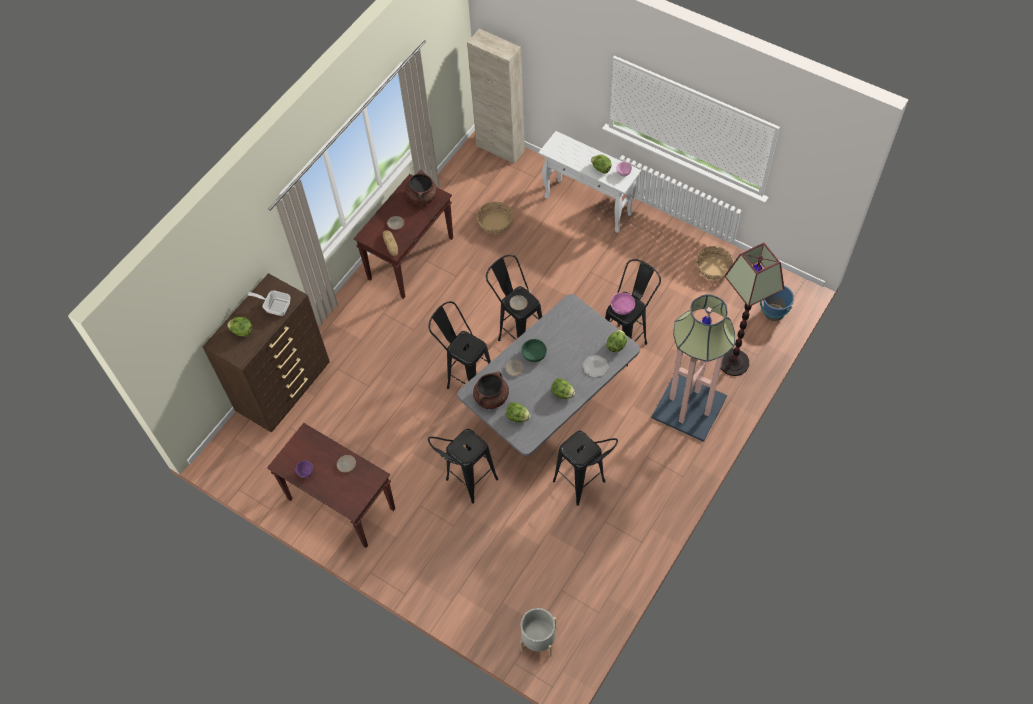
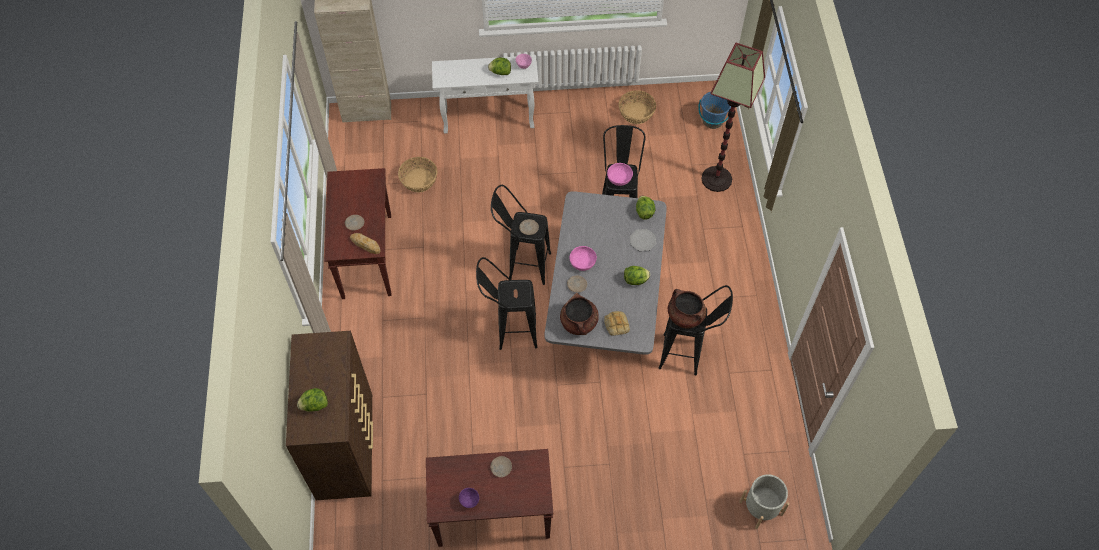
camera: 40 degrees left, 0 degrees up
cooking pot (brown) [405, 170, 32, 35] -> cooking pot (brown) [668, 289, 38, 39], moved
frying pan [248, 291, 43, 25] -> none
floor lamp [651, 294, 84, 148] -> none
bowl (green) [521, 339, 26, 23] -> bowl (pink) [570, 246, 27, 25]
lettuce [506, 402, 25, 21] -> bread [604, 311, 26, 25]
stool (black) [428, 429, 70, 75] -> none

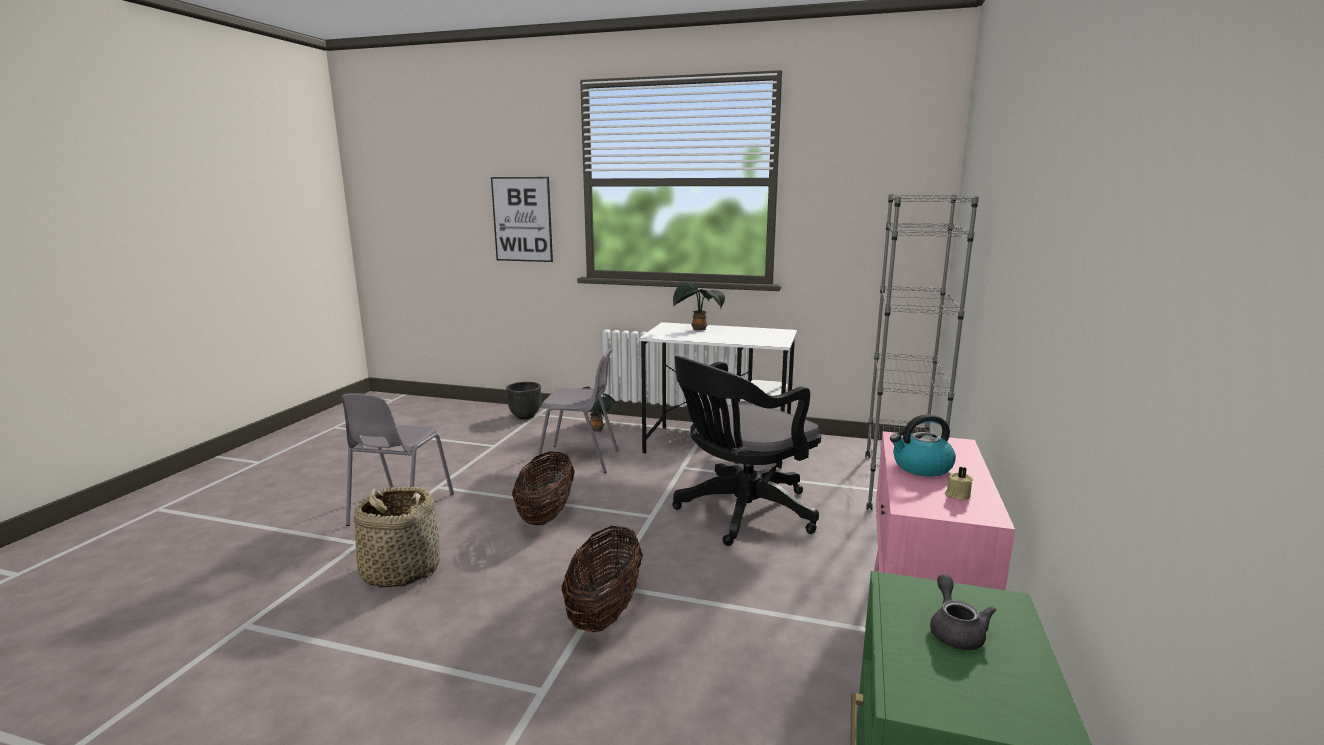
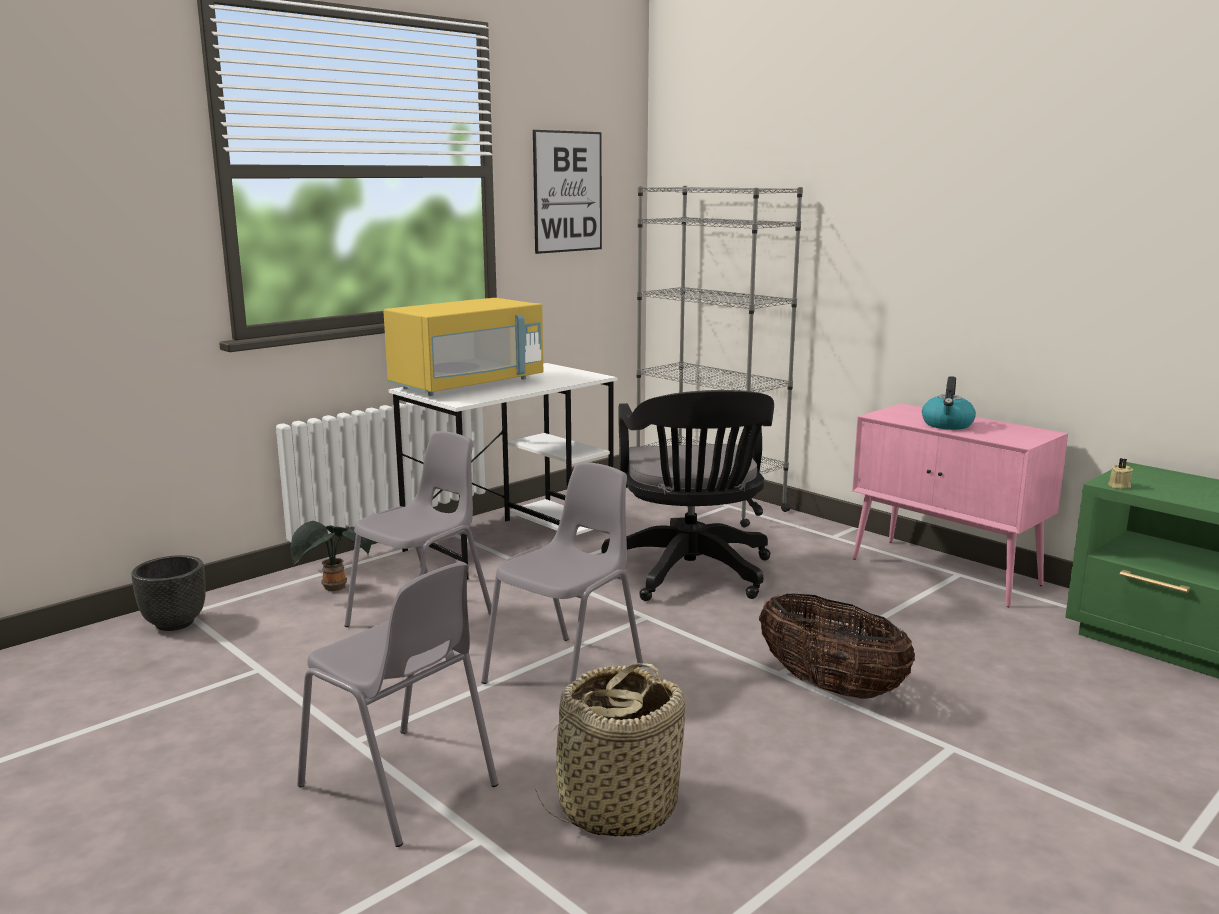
camera: 60 degrees left, 0 degrees up
picture [491, 177, 62, 85] -> picture [533, 130, 69, 124], moved
potted plant [673, 282, 52, 48] -> microwave (yellow) [383, 298, 160, 98]
basket [512, 451, 63, 74] -> chair (grey) [481, 462, 162, 222]
candle (beige) [945, 467, 28, 33] -> candle (beige) [1108, 458, 25, 31], moved
teapot (grey) [930, 574, 66, 76] -> none

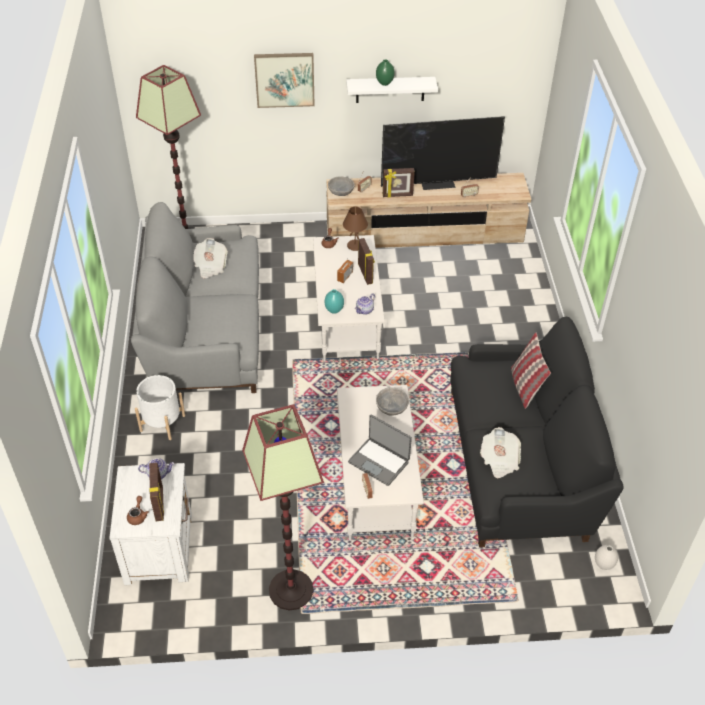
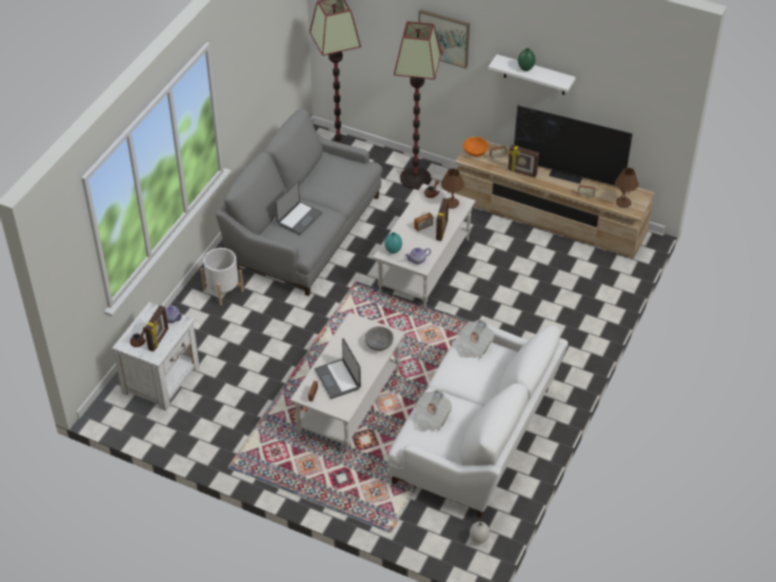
camera: 30 degrees right, 0 degrees up
bowl (grey) [328, 176, 27, 20] -> bowl (orange) [463, 137, 25, 20]
newspaper [194, 238, 34, 40] -> newspaper [458, 320, 36, 38], moved
sofa (black) [450, 317, 174, 230] -> sofa (white) [387, 324, 181, 194]
pillow [511, 333, 40, 76] -> none
floor lamp [242, 404, 82, 206] -> floor lamp [394, 21, 47, 168], moved
none -> table lamp (brown) [615, 168, 24, 40]
none -> laptop [275, 181, 47, 54]

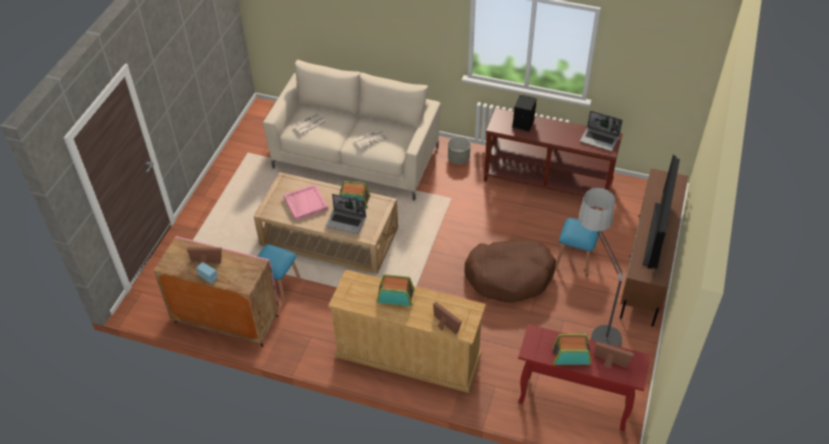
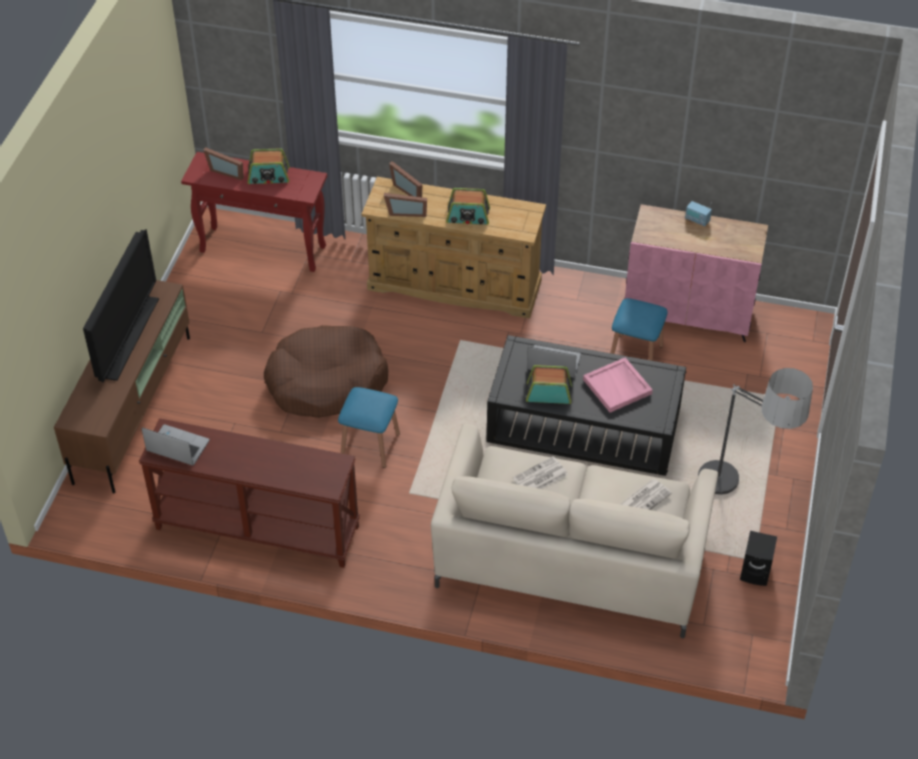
camera: 175 degrees right, 0 degrees up
speaker (black) [513, 95, 24, 37] -> speaker (black) [740, 531, 37, 55], moved
planter (grey) [448, 136, 22, 28] -> none
coffee table (beige) [254, 172, 144, 102] -> coffee table (black) [486, 335, 200, 141]
floor lamp [579, 188, 45, 159] -> floor lamp [698, 368, 115, 127], moved
stool (blue) [555, 218, 45, 58] -> stool (blue) [338, 387, 62, 81], moved
picture frame [187, 247, 35, 17] -> picture frame [384, 193, 43, 24], moved

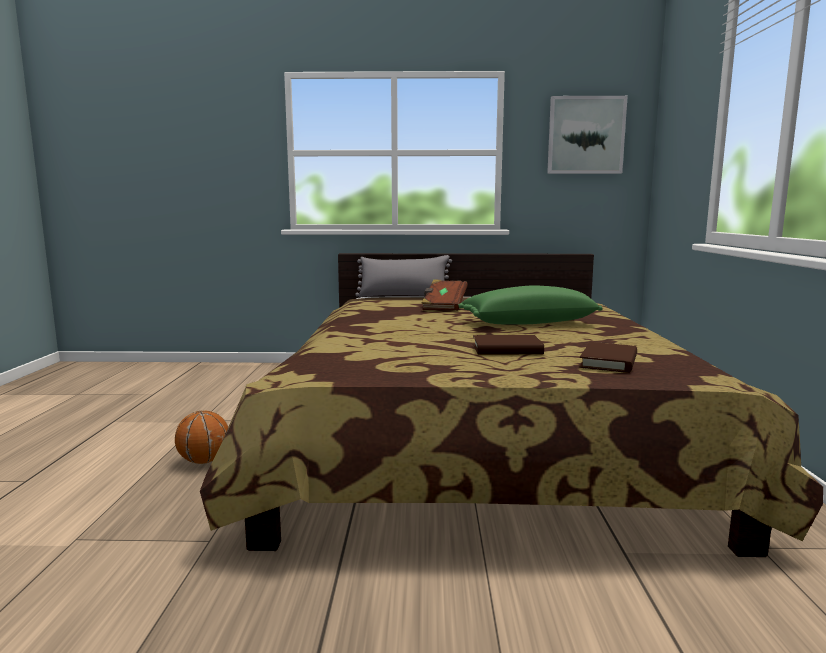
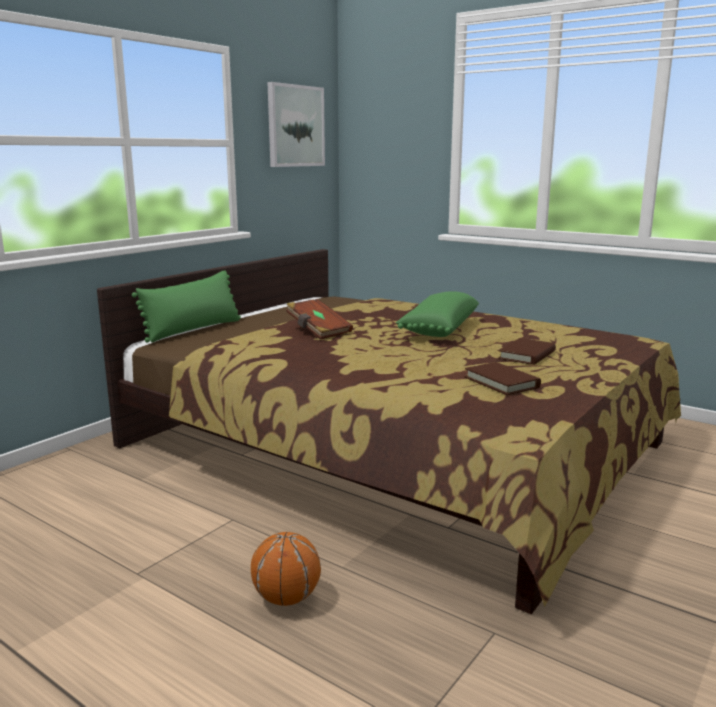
camera: 55 degrees left, 5 degrees up
pillow (grey) [355, 255, 97, 42] -> pillow (green) [132, 270, 109, 73]
book (brown) [579, 342, 58, 31] -> book (brown) [465, 362, 76, 33], moved

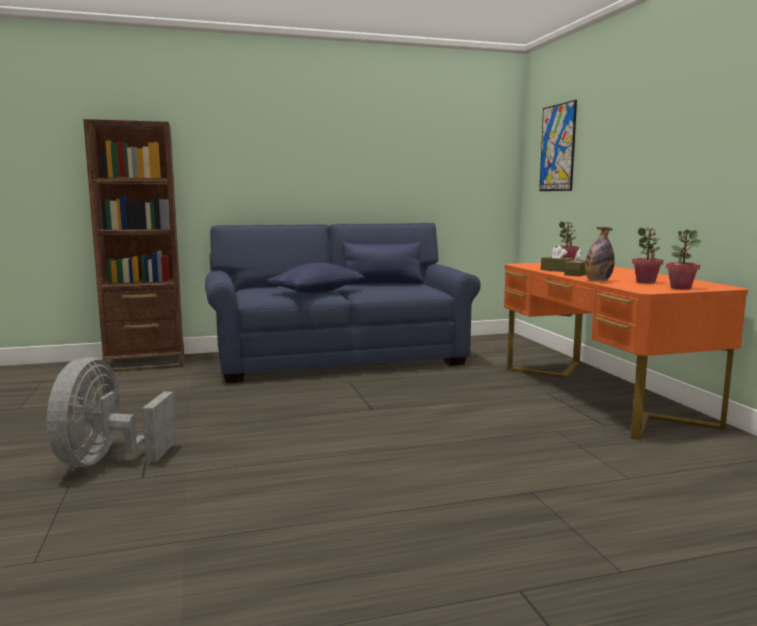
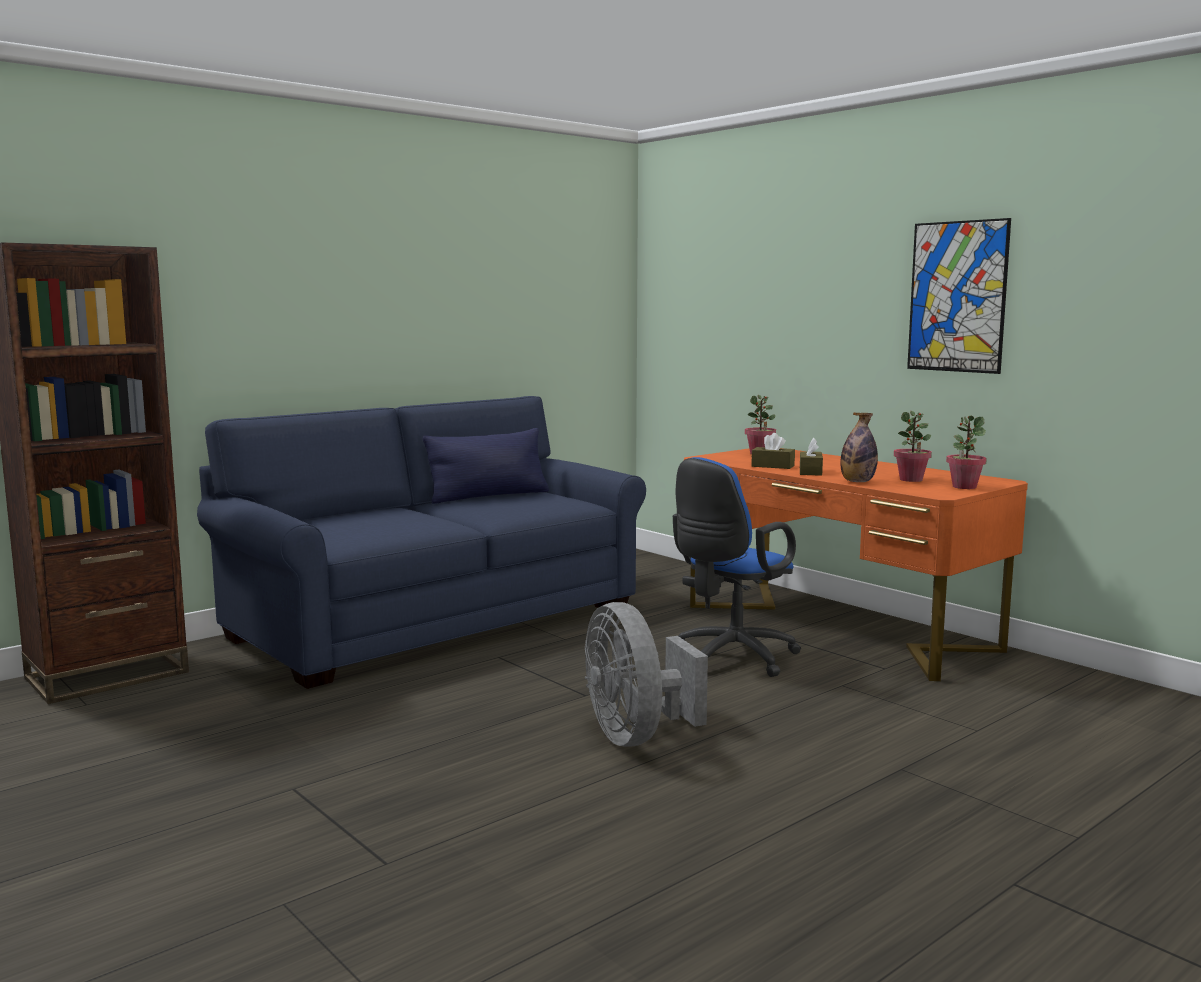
camera: 25 degrees left, 0 degrees up
picture [539, 100, 38, 91] -> picture [907, 218, 104, 156], moved
pillow (blue) [267, 263, 98, 30] -> none
fan (grey) [47, 357, 129, 110] -> fan (grey) [585, 602, 123, 145], moved
none -> office chair (blue) [673, 457, 128, 220]

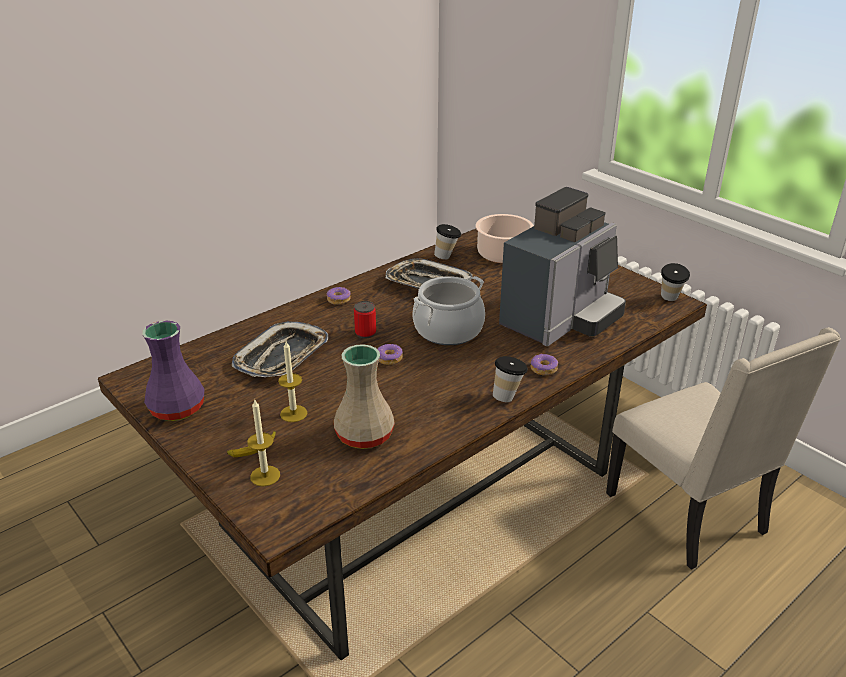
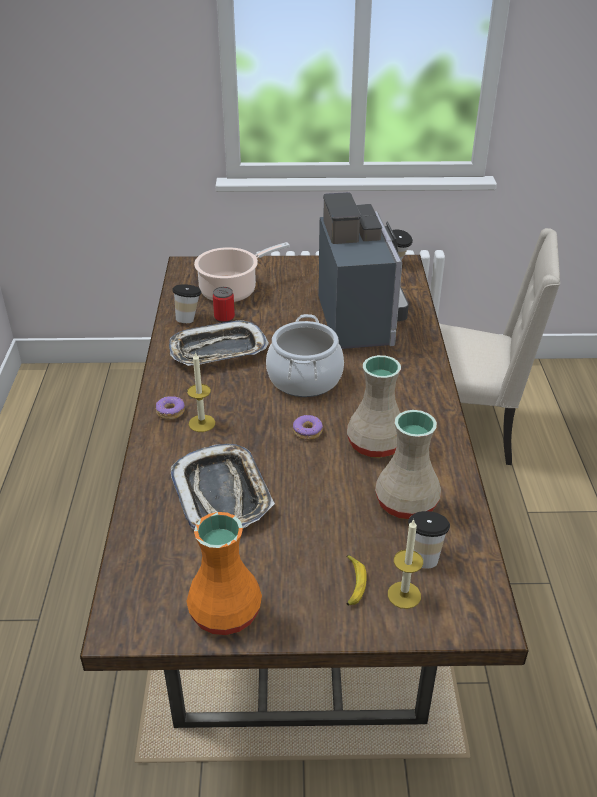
camera: 50 degrees left, 5 degrees up
can [354, 301, 22, 37] -> can [213, 287, 22, 36], moved
vase (purple) [142, 320, 62, 101] -> vase (orange) [186, 512, 76, 123]
candle [278, 341, 29, 81] -> candle [187, 352, 28, 80], moved
donut [531, 354, 27, 22] -> none
cup [493, 356, 35, 46] -> cup [408, 511, 42, 57], moved
none -> vase (beige) [347, 355, 54, 103]

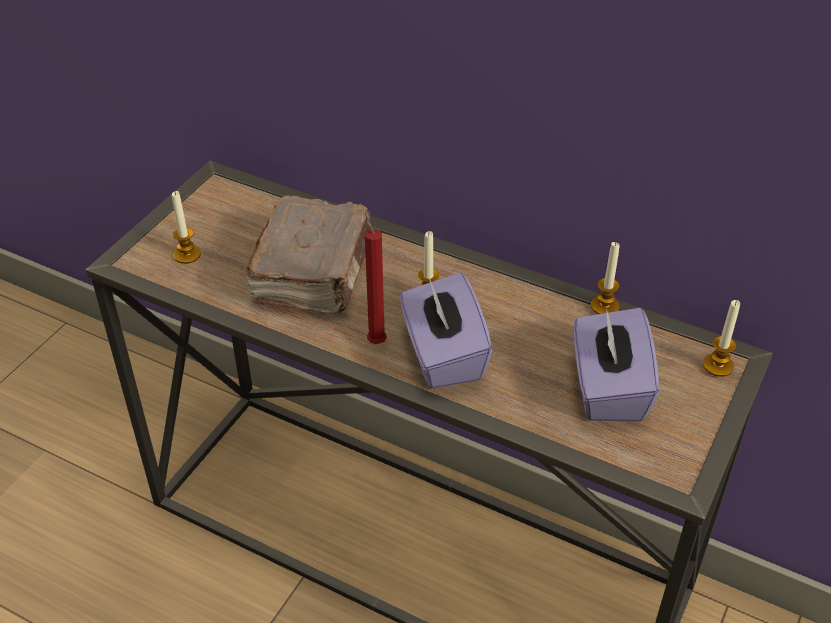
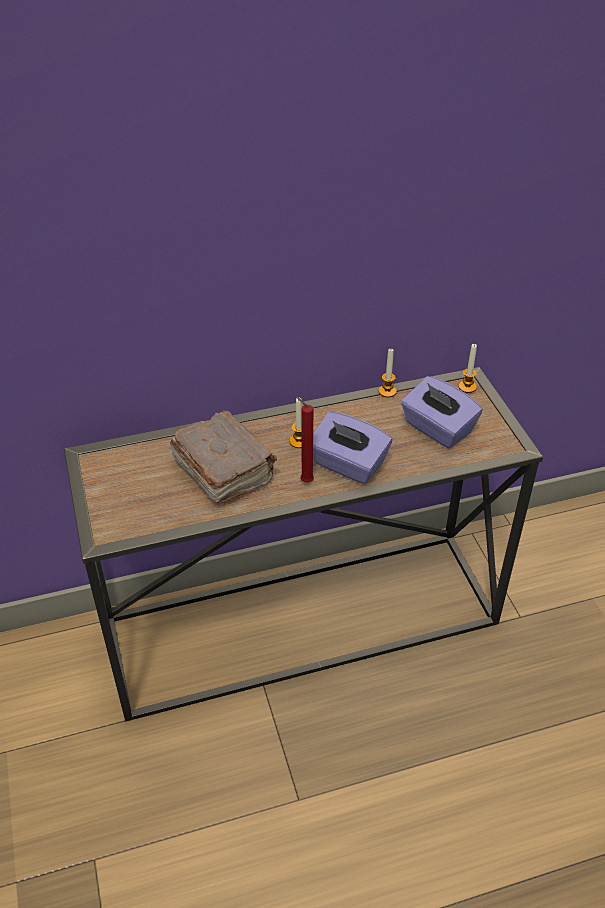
camera: 45 degrees left, 0 degrees up
candle [172, 191, 29, 73] -> none

